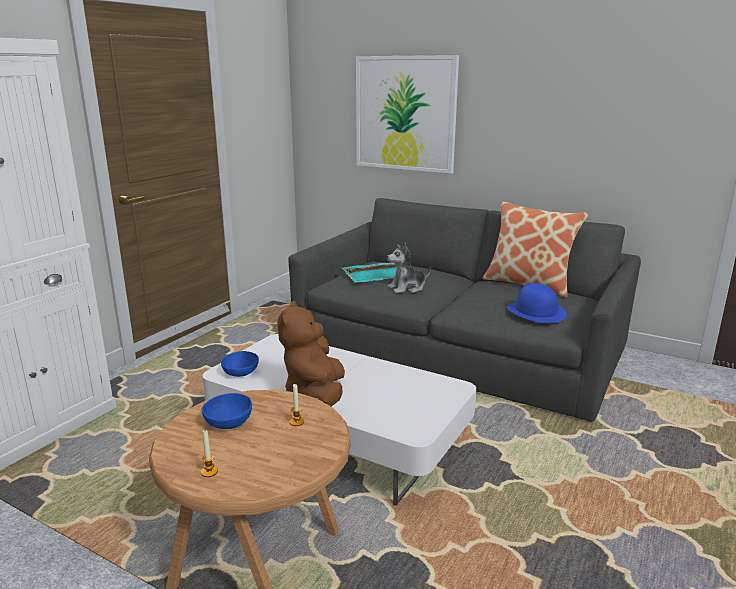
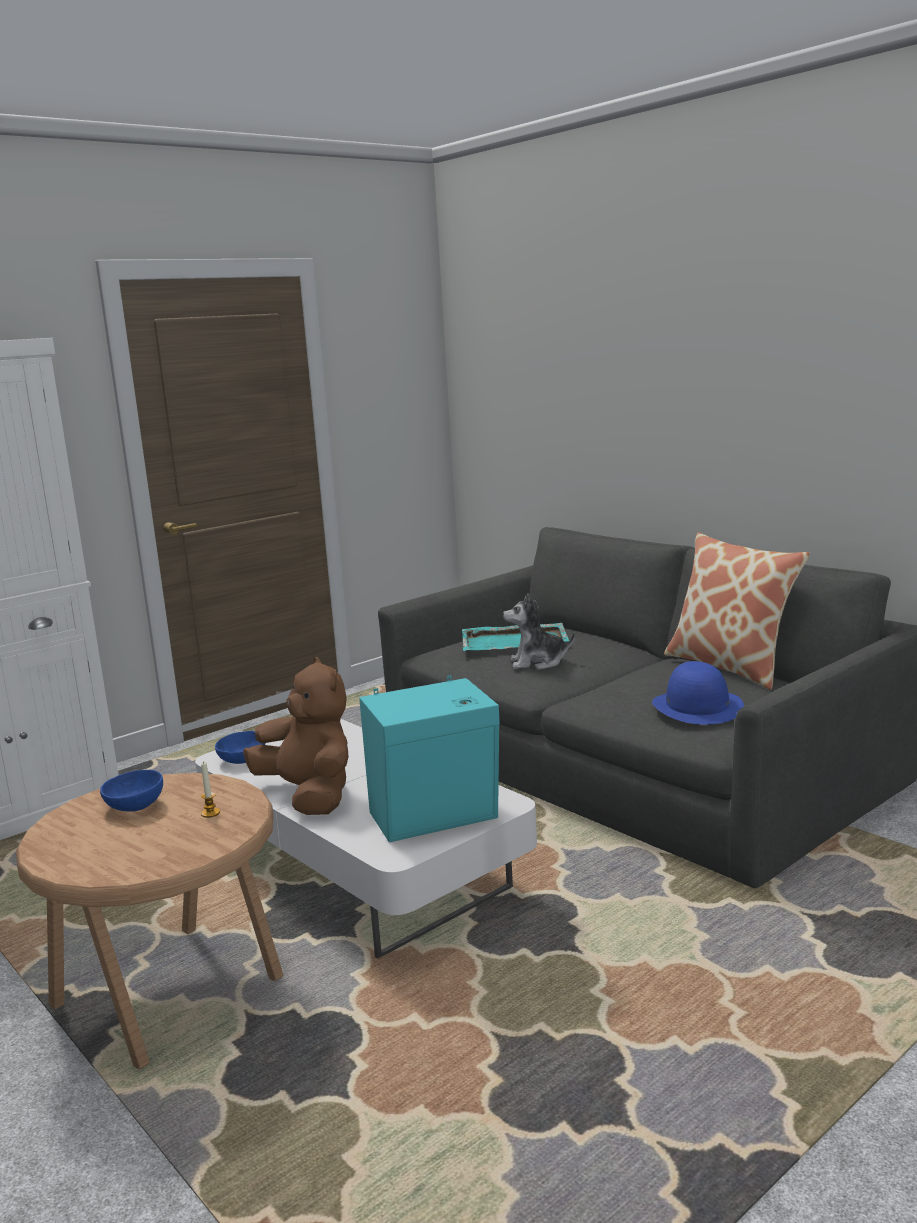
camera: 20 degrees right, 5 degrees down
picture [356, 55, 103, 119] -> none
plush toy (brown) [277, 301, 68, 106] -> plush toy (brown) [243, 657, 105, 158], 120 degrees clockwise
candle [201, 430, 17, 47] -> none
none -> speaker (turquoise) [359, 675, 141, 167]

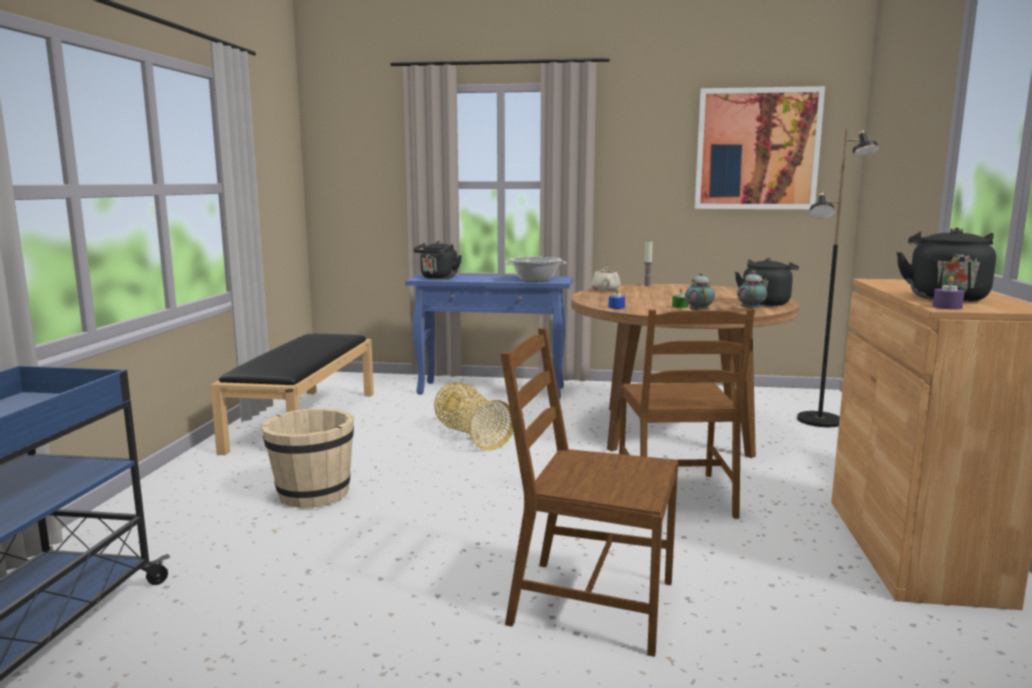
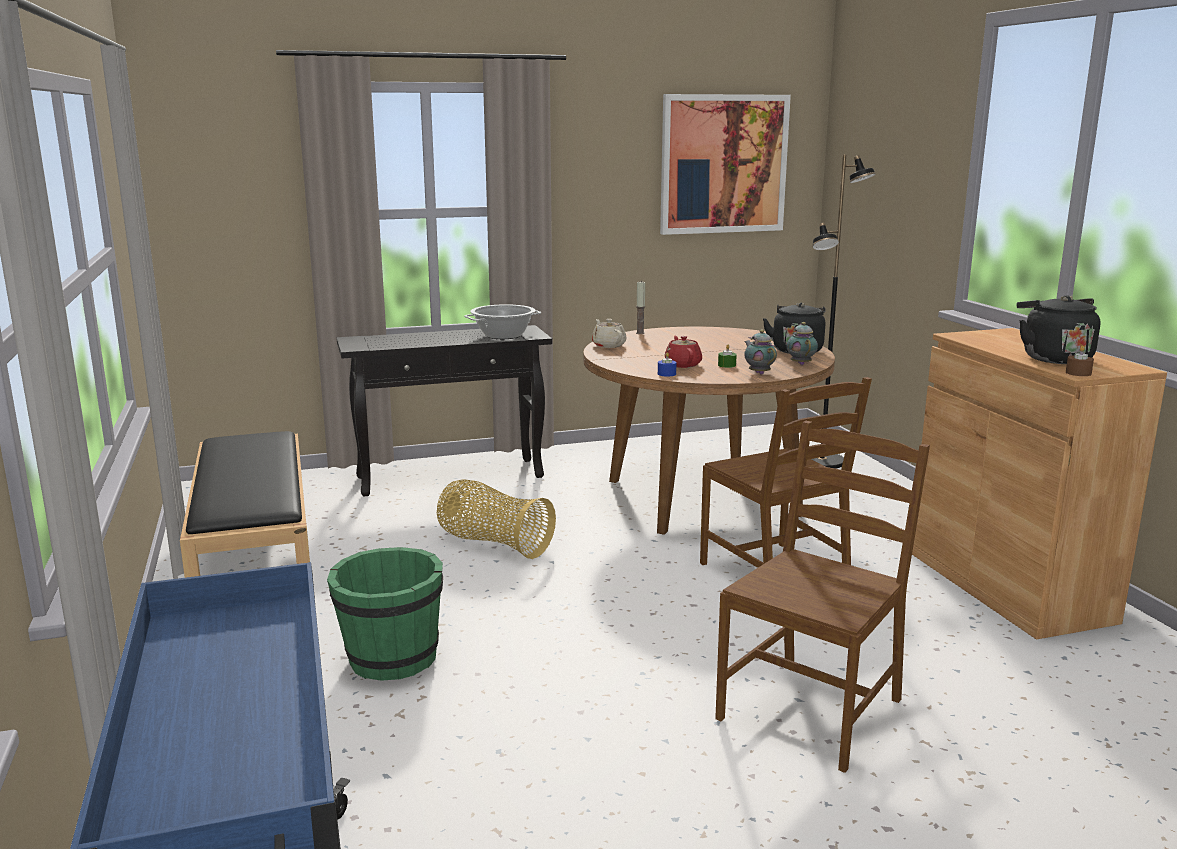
camera: 25 degrees left, 5 degrees up
kettle (black) [413, 241, 49, 38] -> none
console table (blue) [405, 274, 168, 125] -> console table (black) [337, 325, 215, 171]
candle (purple) [933, 276, 32, 34] -> candle (brown) [1066, 346, 28, 30]
chair (brown) [500, 328, 178, 329] -> chair (brown) [715, 421, 215, 352], 135 degrees clockwise
bucket (beige) [261, 408, 93, 100] -> bucket (green) [327, 547, 116, 134]
none -> teapot (red) [665, 336, 37, 32]

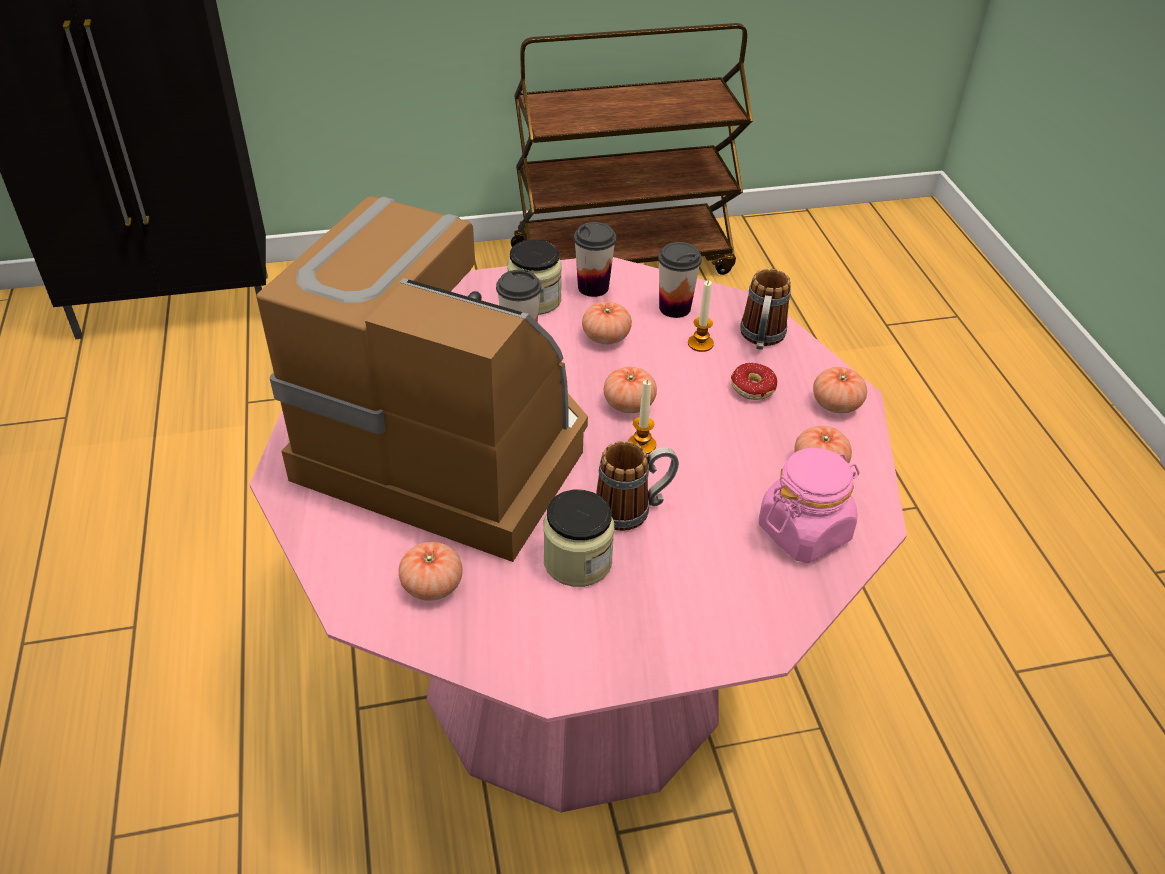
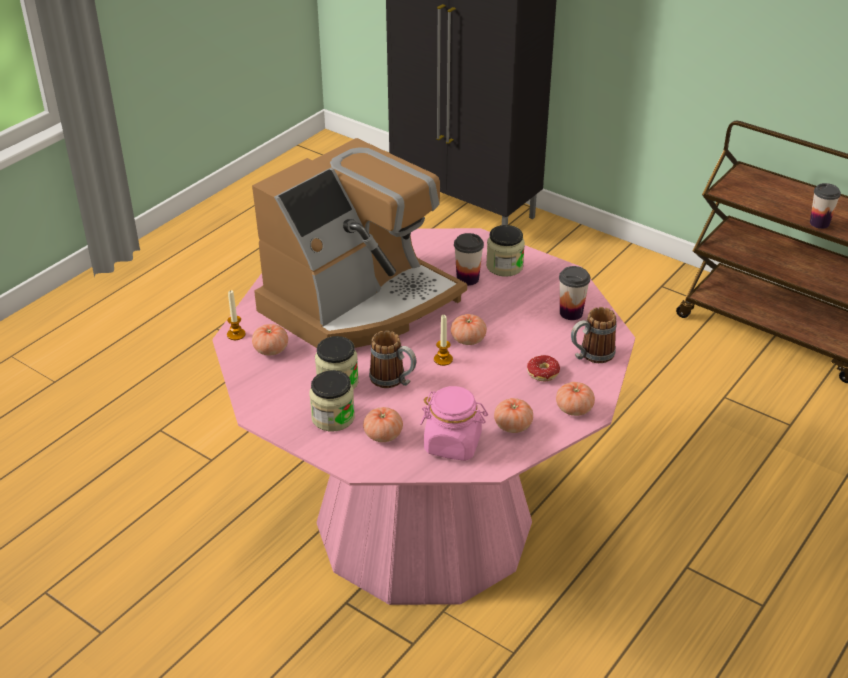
camera: 50 degrees right, 5 degrees down
coffee machine [256, 196, 332, 366] -> coffee machine [252, 138, 215, 210], 60 degrees clockwise
cup [574, 222, 42, 75] -> cup [810, 183, 31, 46], moved
candle [688, 280, 26, 72] -> candle [227, 290, 19, 50], moved
tomato [582, 301, 50, 43] -> tomato [363, 407, 40, 35], moved
none -> jar [309, 370, 46, 61]

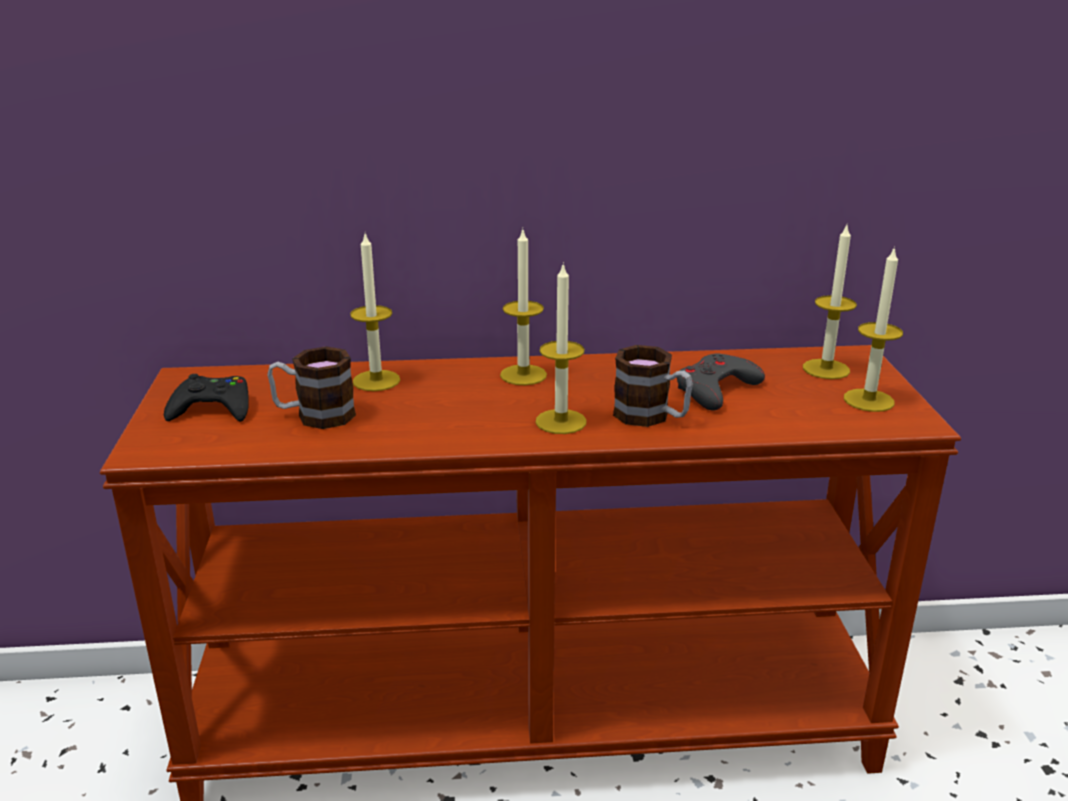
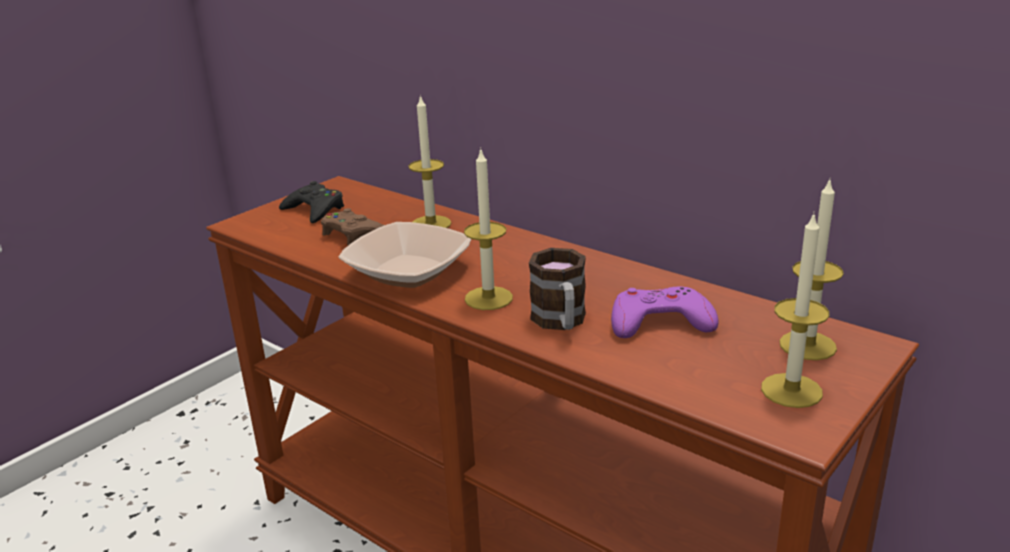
camera: 45 degrees right, 0 degrees up
candle [500, 230, 47, 155] -> none
mug [267, 347, 89, 82] -> game controller (brown) [321, 208, 63, 37]
game controller (grey) [676, 354, 89, 57] -> game controller (purple) [611, 287, 107, 51]
none -> bowl [339, 222, 132, 66]

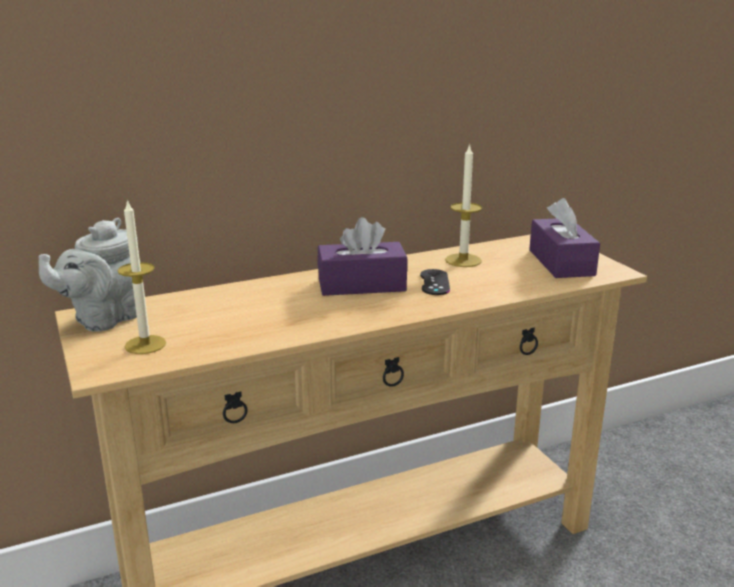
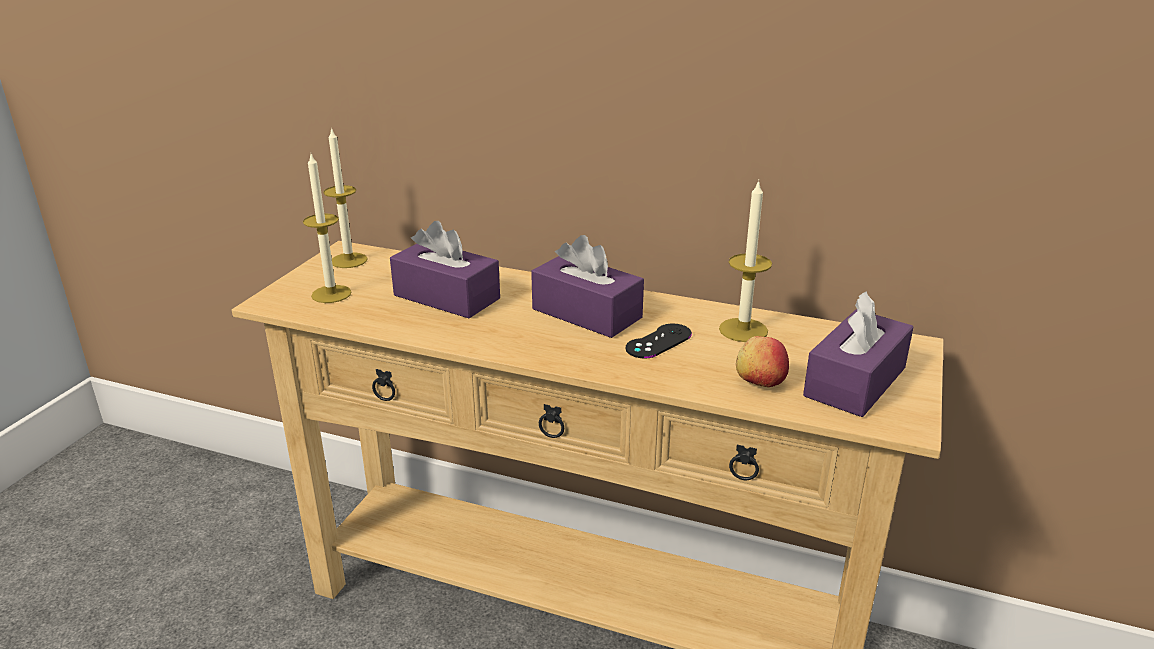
camera: 45 degrees right, 5 degrees up
teapot (grey) [38, 218, 100, 113] -> candle [323, 127, 45, 141]
none -> tissue box (purple) [390, 221, 110, 97]
none -> apple [736, 336, 53, 51]

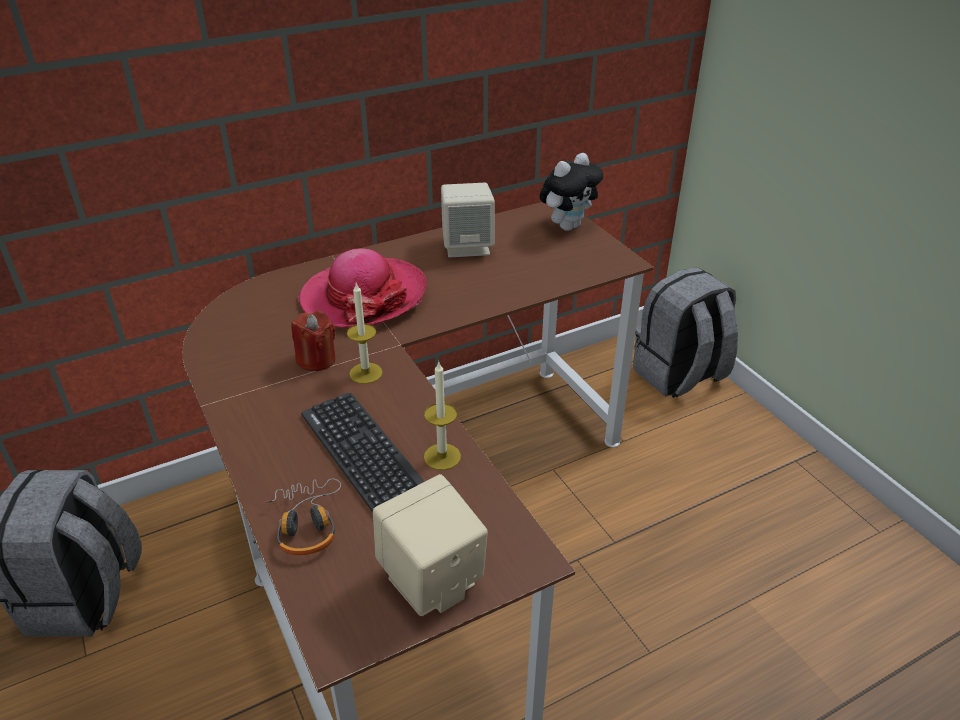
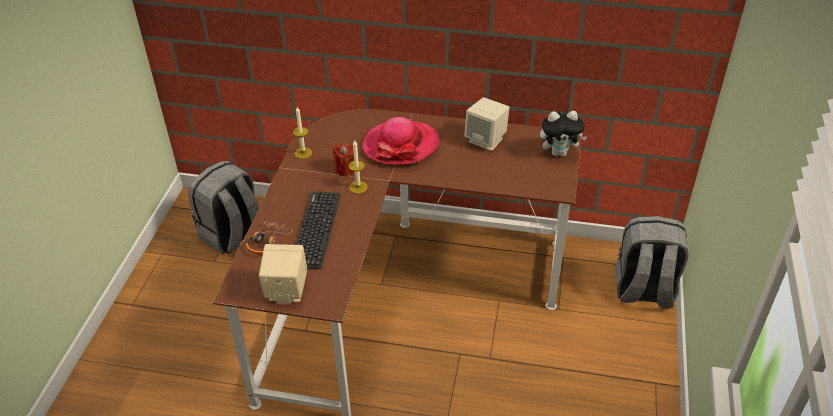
camera: 40 degrees right, 5 degrees up
candle [424, 361, 37, 109] -> candle [293, 107, 19, 52], moved

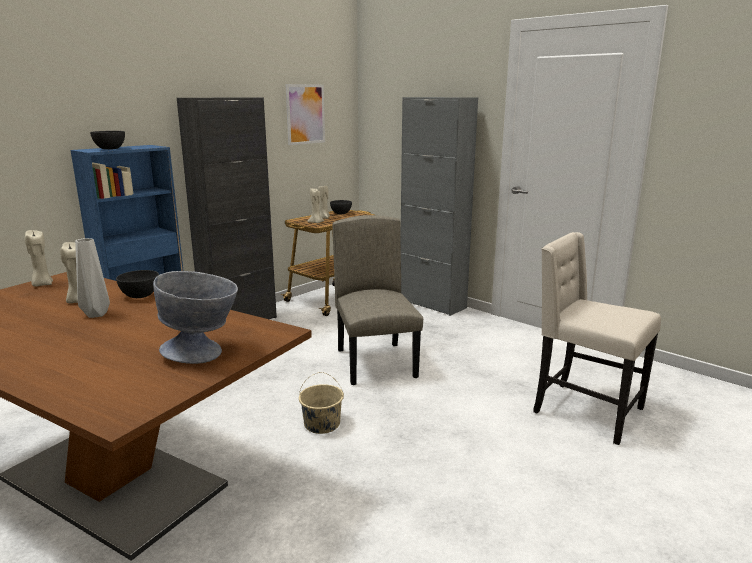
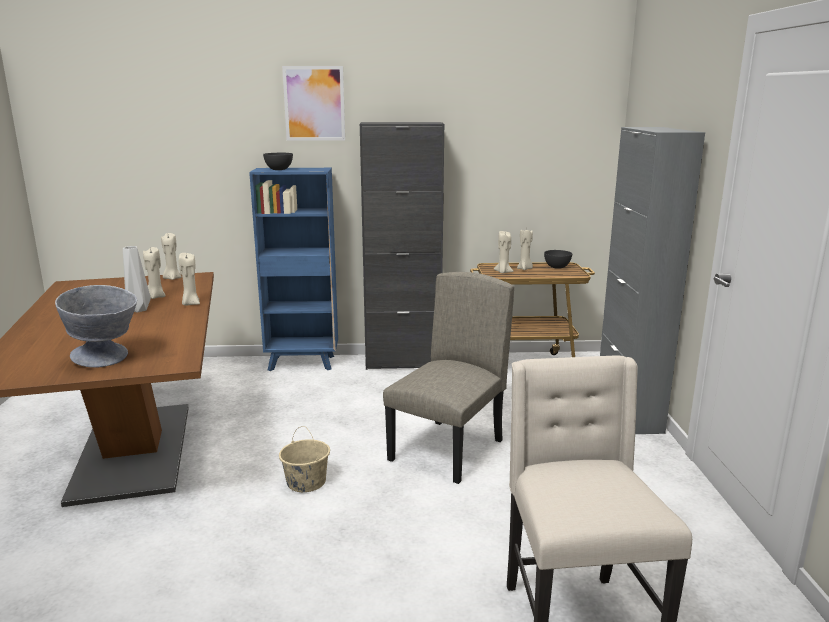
camera: 45 degrees right, 0 degrees up
picture [285, 84, 40, 61] -> picture [282, 66, 63, 75], moved
bowl (grey) [116, 270, 43, 28] -> candle (beige) [179, 253, 21, 53]

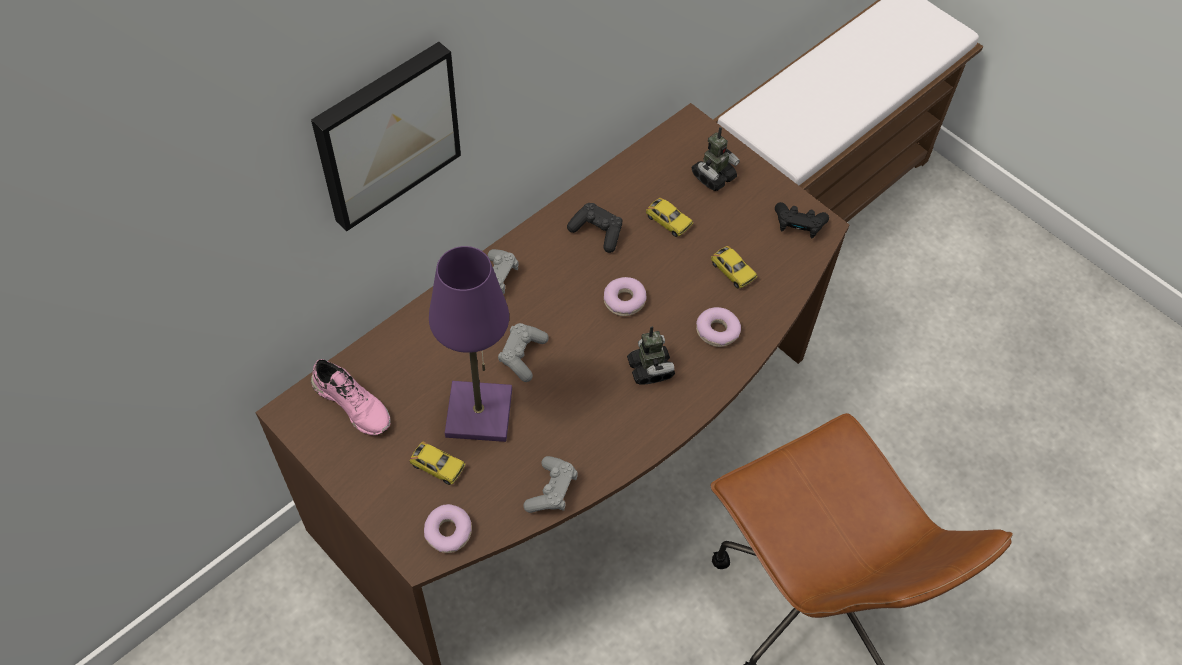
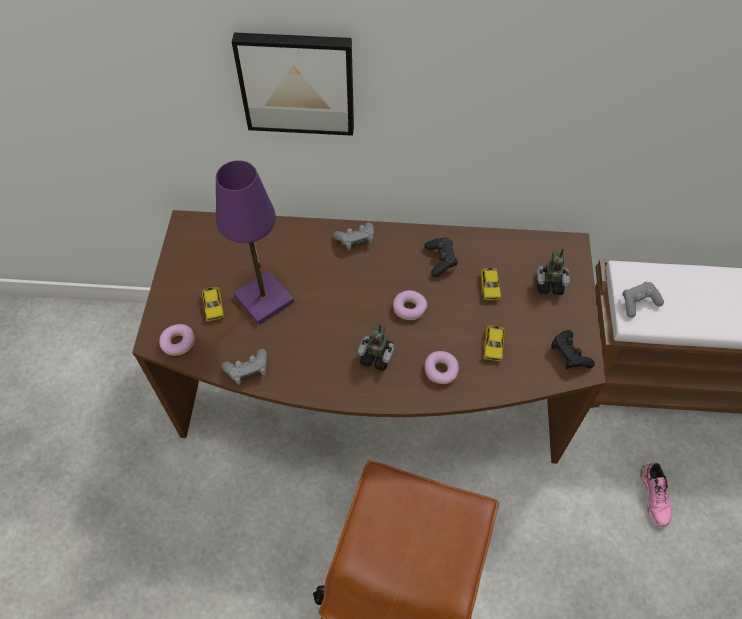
camera: 50 degrees right, 0 degrees up
game controller (grey) [498, 323, 51, 59] -> game controller (grey) [622, 282, 42, 36], moved
toy robot [627, 326, 48, 59] -> toy robot [358, 324, 36, 47], 75 degrees clockwise
shoe (pink) [311, 359, 80, 77] -> shoe (pink) [640, 462, 32, 65], moved

